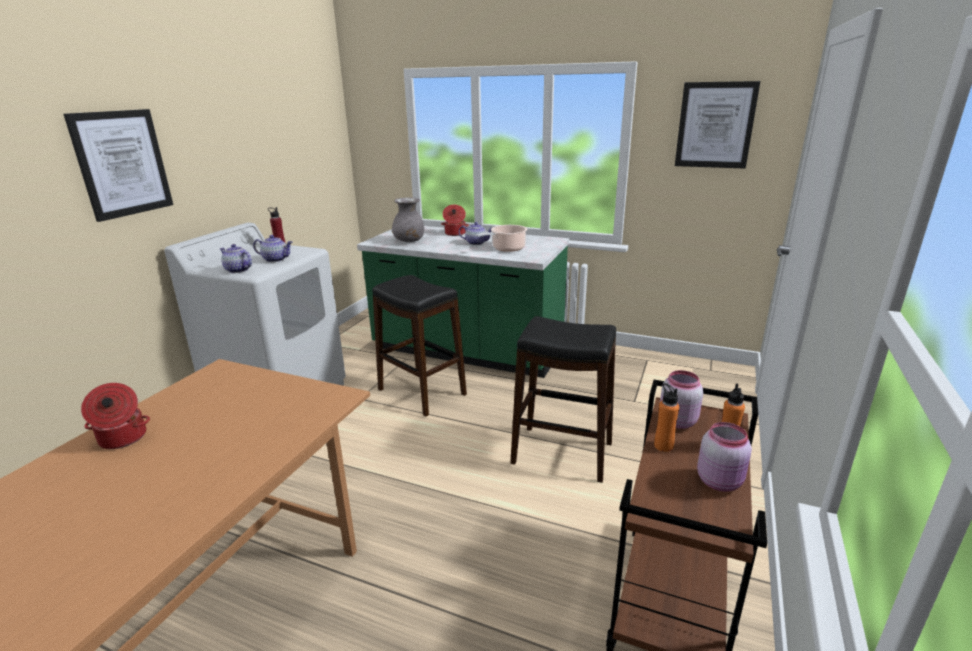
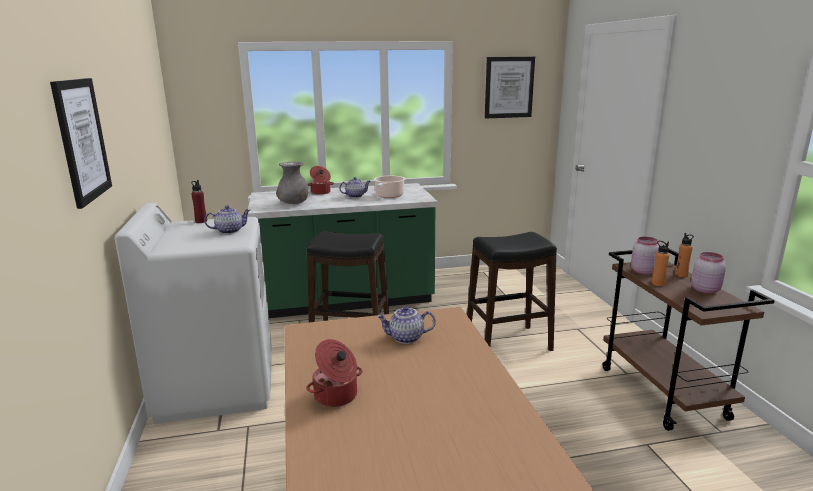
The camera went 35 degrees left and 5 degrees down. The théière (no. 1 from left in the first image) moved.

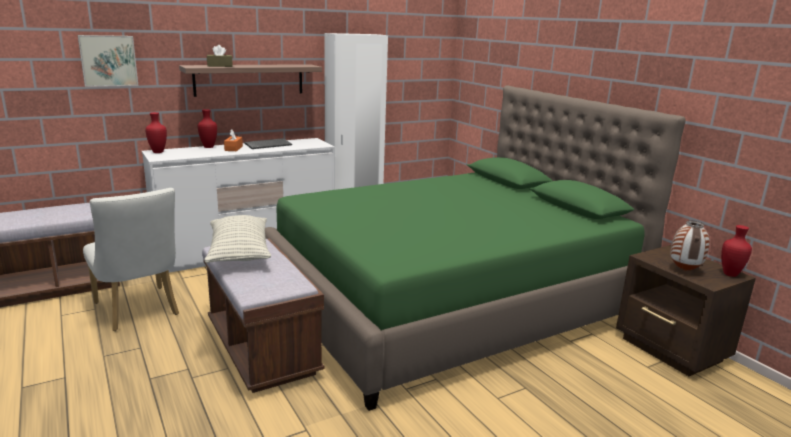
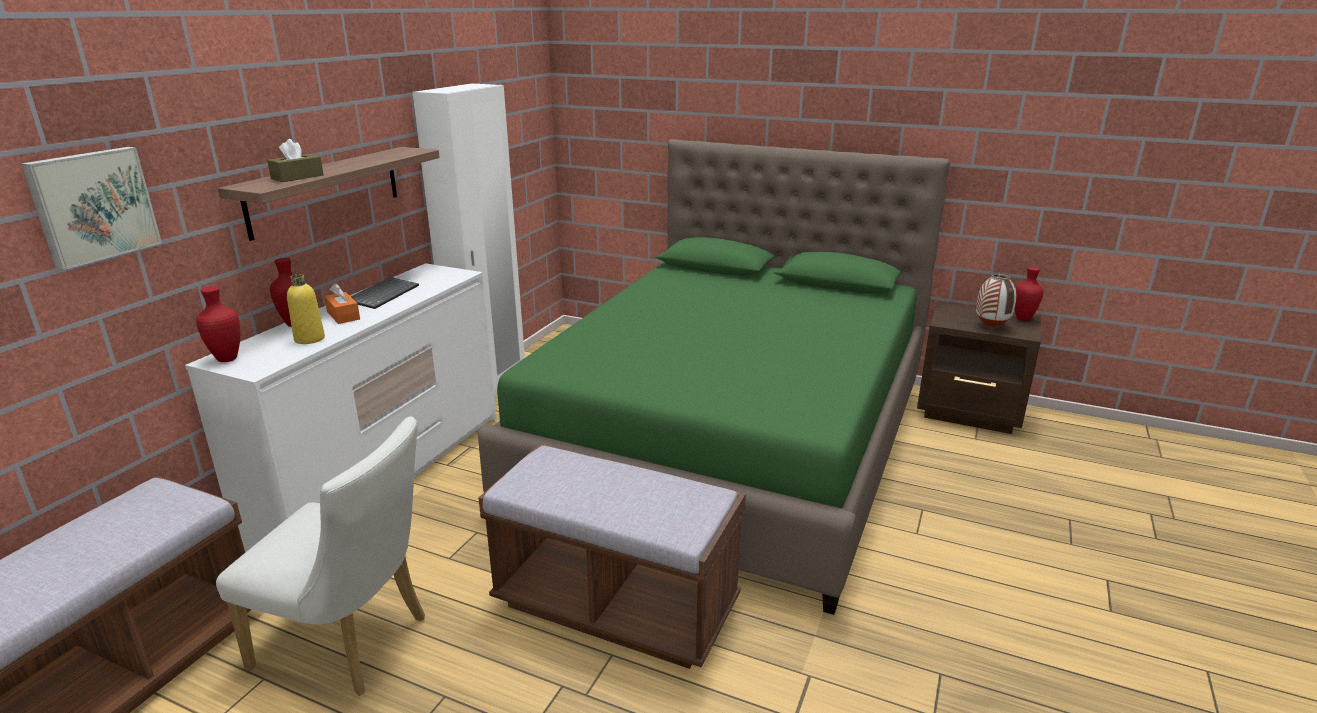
The camera went 35 degrees left and 5 degrees up. The coussin disappeared. The bouteille [jaune] appeared.

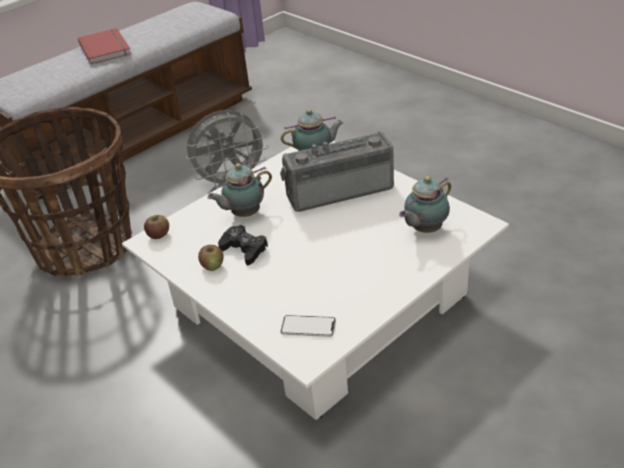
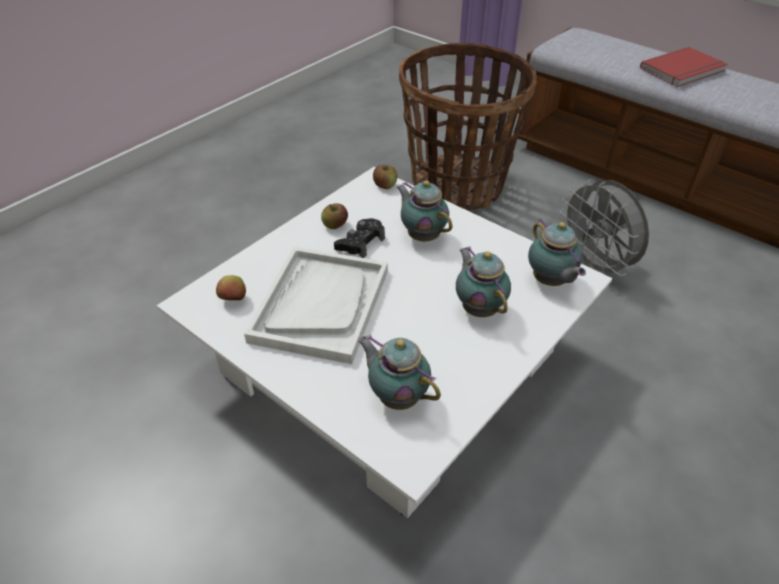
The camera went 80 degrees right and 5 degrees up. The plateau [blanc] appeared. The radio was replaced by the théière (no. 3 from left). The téléphone was replaced by the pomme (no. 1 from left).

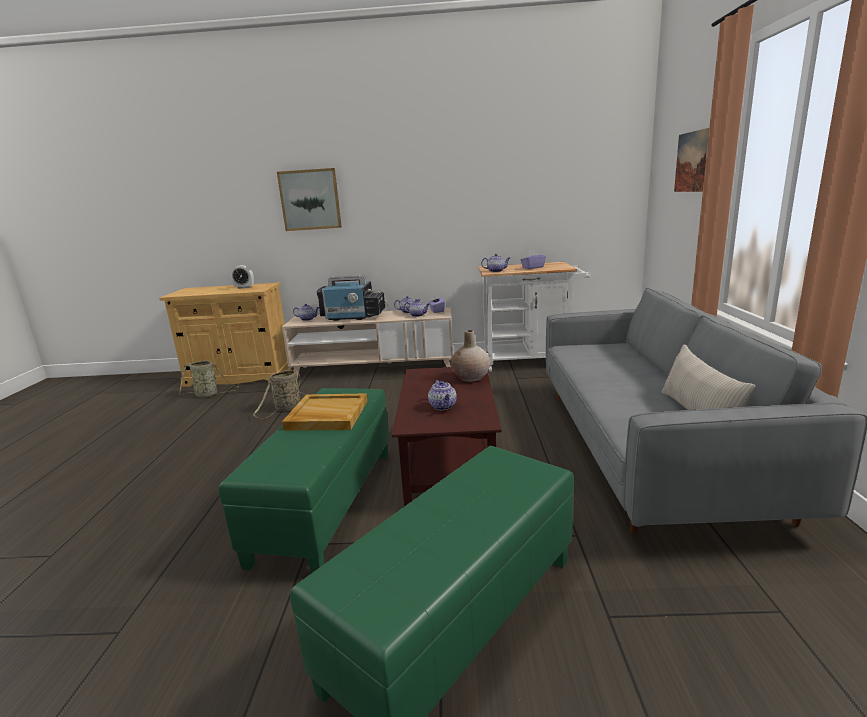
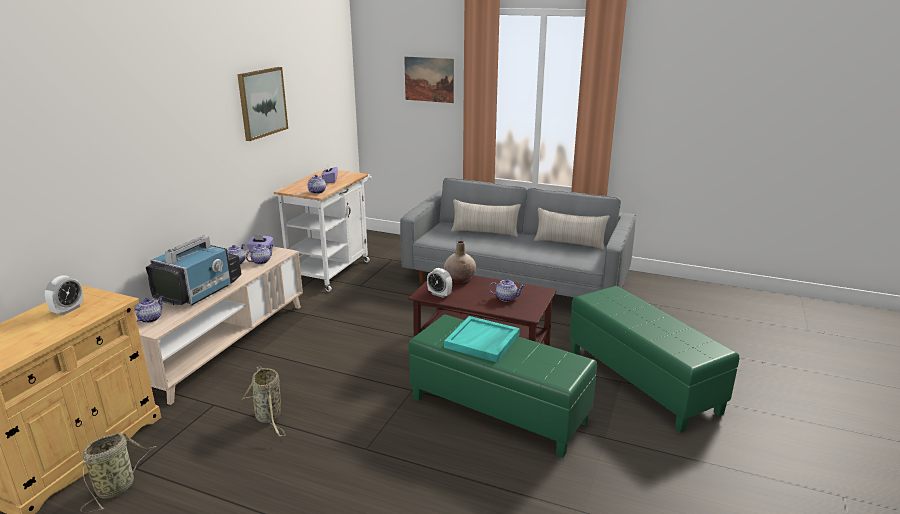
The camera went 70 degrees left and 5 degrees up. The réveil (no. 2 from left) appeared. The coussin [beige] (no. 1 from left) appeared. The tableau (no. 1 from left) moved. The plateau [beige] became the plateau [turquoise].

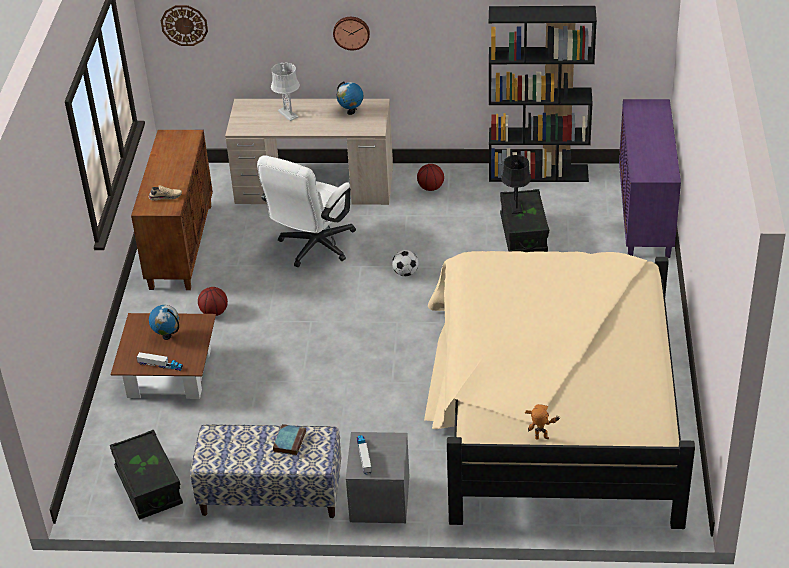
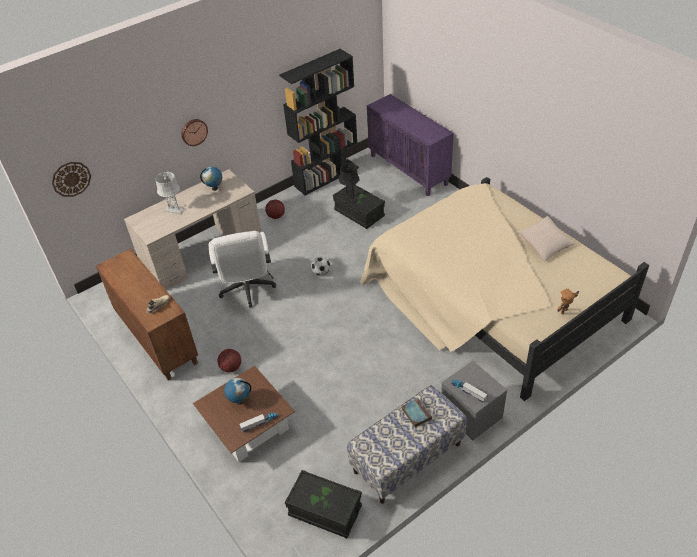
The camera went 40 degrees left and 5 degrees up. The coussin [beige] appeared.

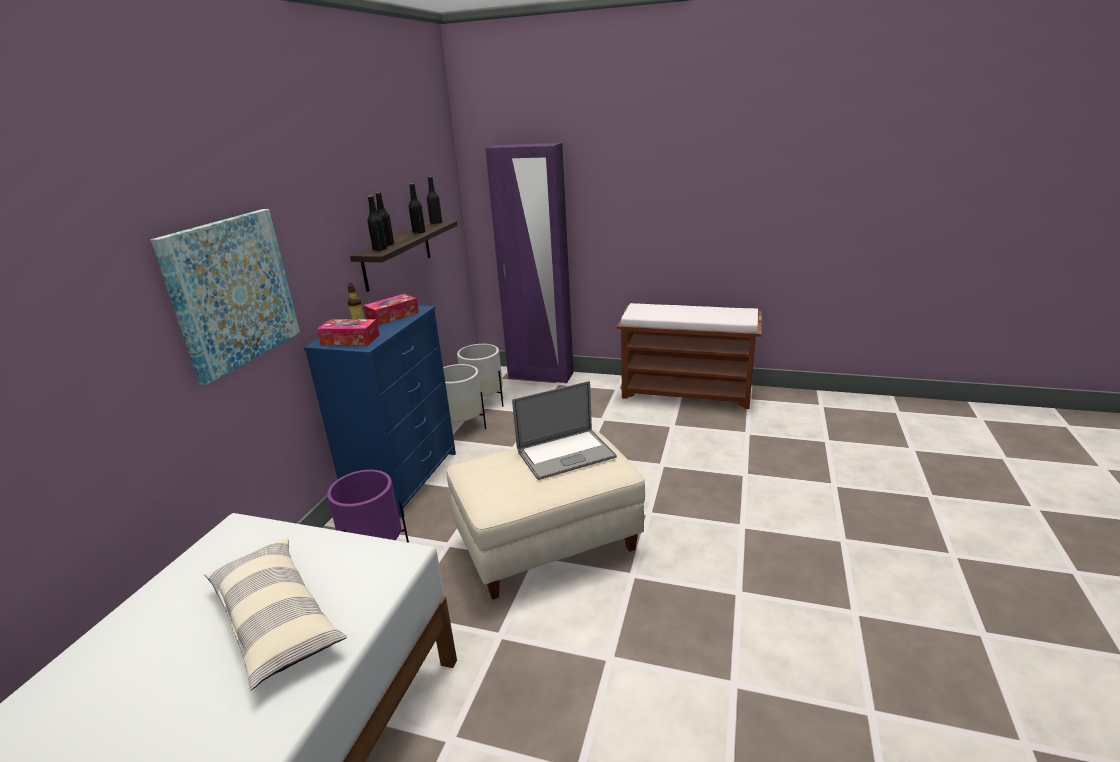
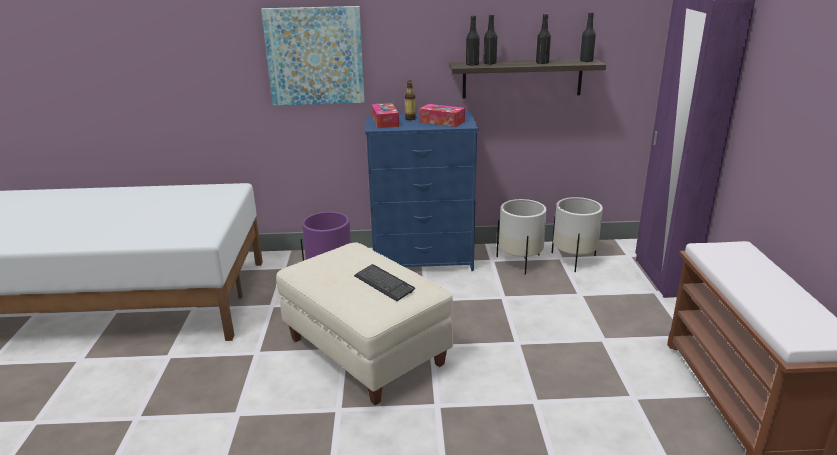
The camera went 70 degrees right and 0 degrees up. The coussin disappeared. The ordinateur portable was replaced by the clavier.

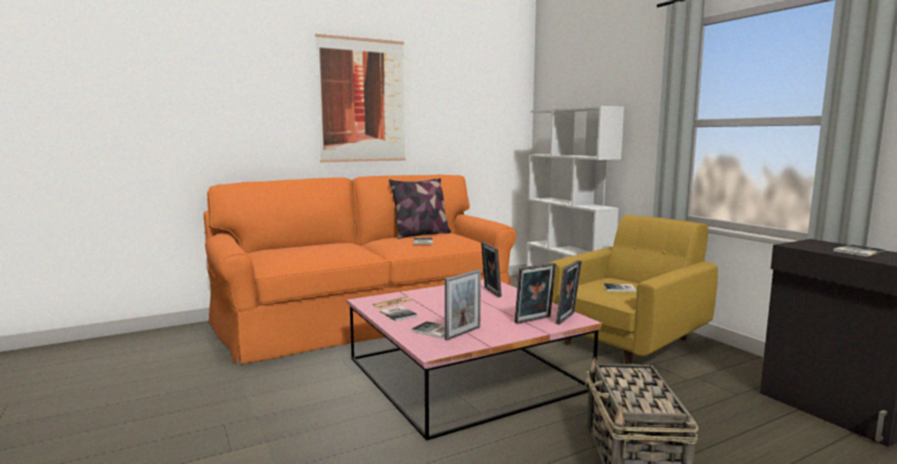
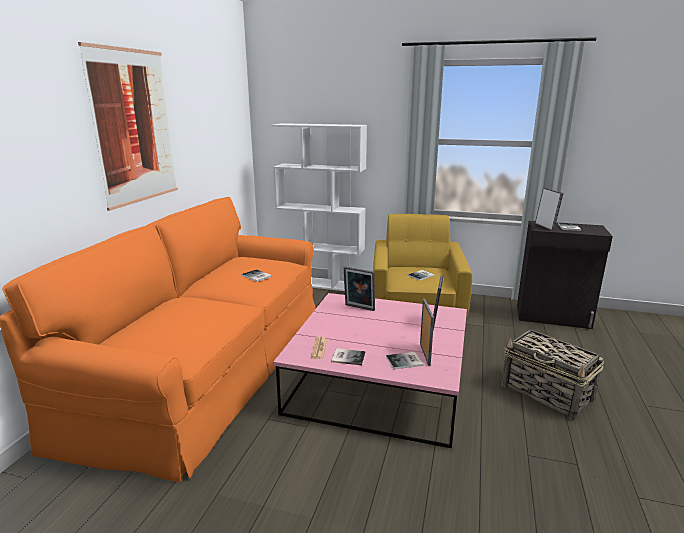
The camera went 45 degrees left and 10 degrees up. The coussin disappeared. The cadre photo (no. 4 from left) moved.

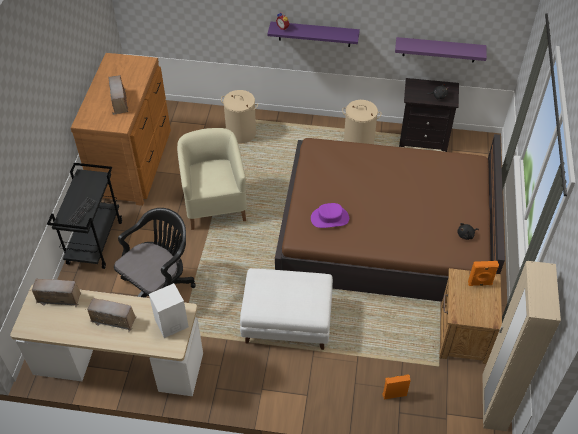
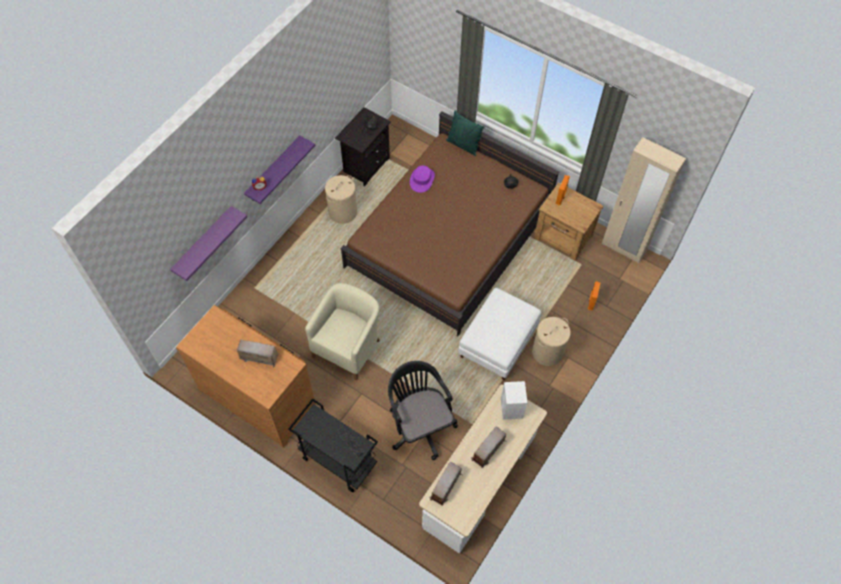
The camera went 65 degrees left and 10 degrees up. The coussin [vert] appeared. The panier à linge [beige] (no. 1 from left in the first image) moved. The chapeau [violet] moved. The étagère [violet] (no. 2 from left in the first image) moved. The fauteuil [beige] turned 105 degrees clockwise.

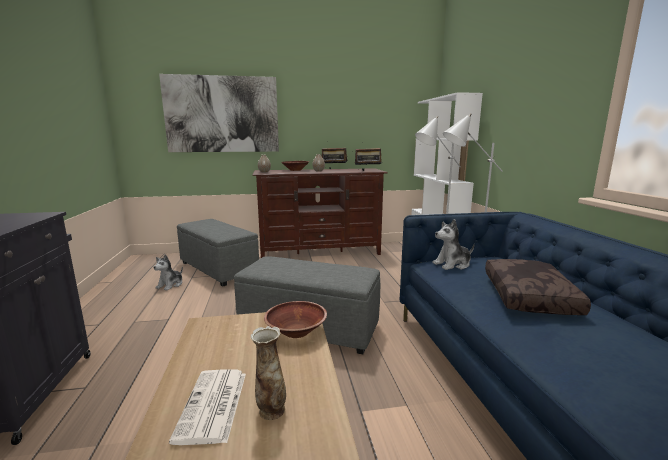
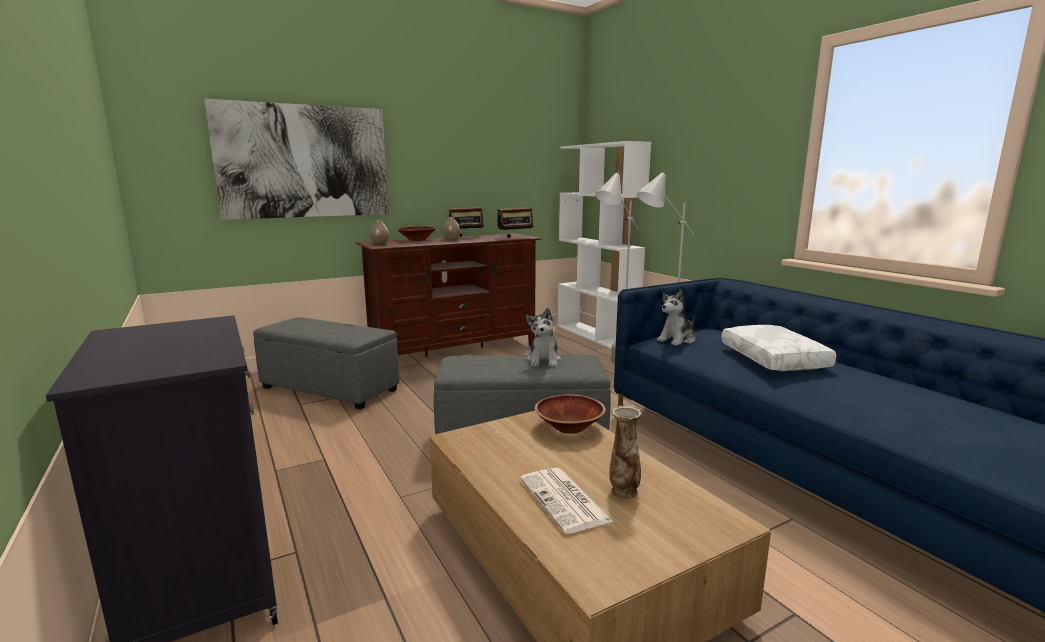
The camera went 20 degrees left and 0 degrees up. The peluche (no. 1 from left) moved. The coussin [marron] became the coussin [blanc].

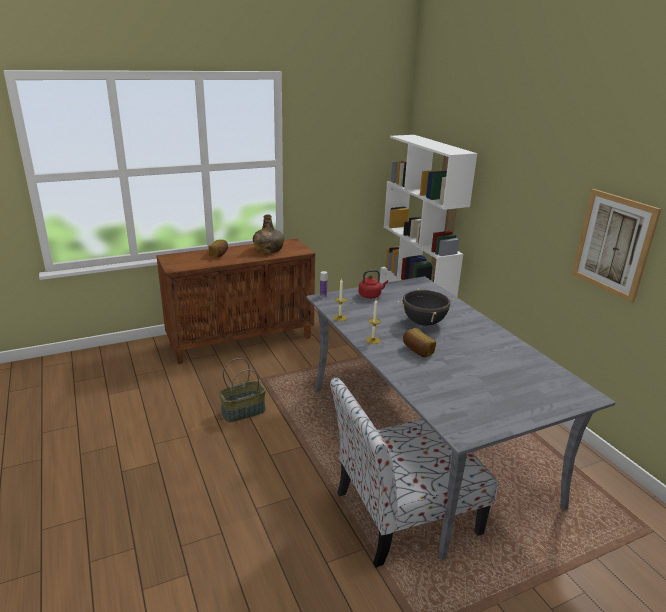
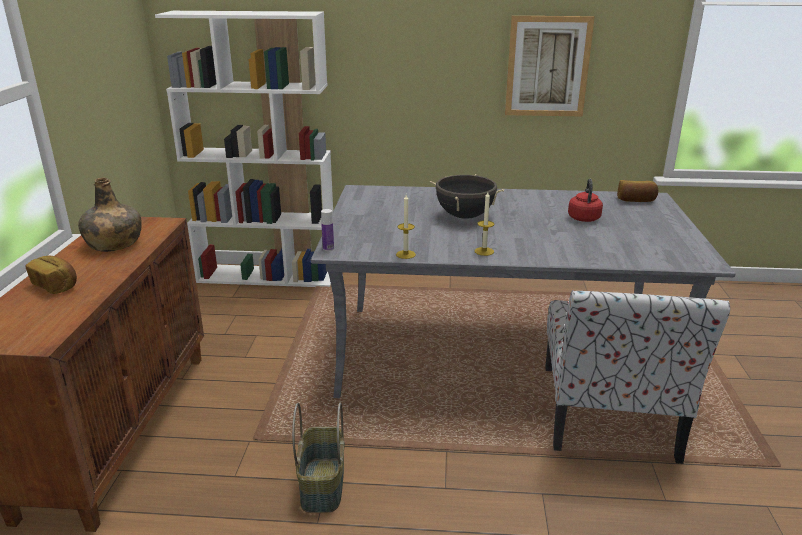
The camera went 60 degrees left and 0 degrees up. The bouilloire [rouge] moved. The pain (no. 2 from left) moved.

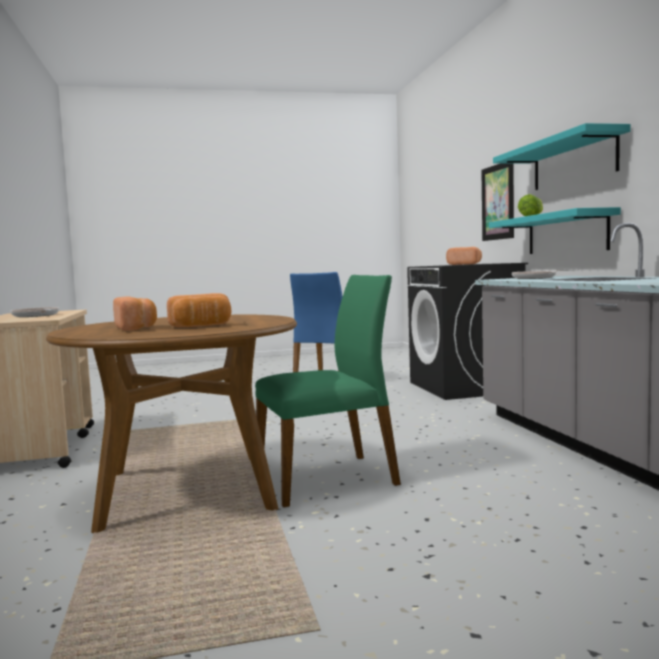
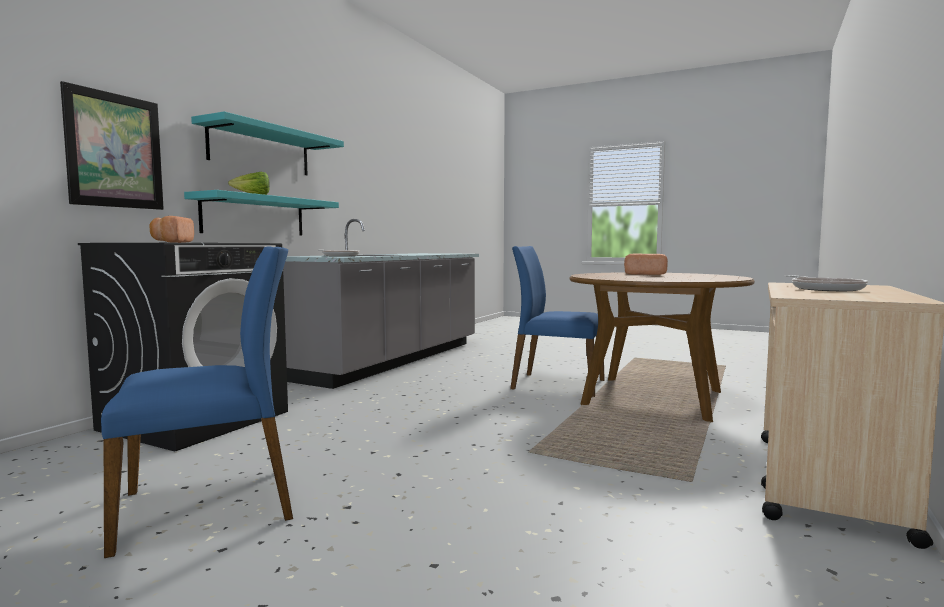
The camera went 140 degrees left and 0 degrees up. The pain (no. 1 from left) disappeared. The chaise [vert] became the chaise [bleu] (no. 2 from left).

